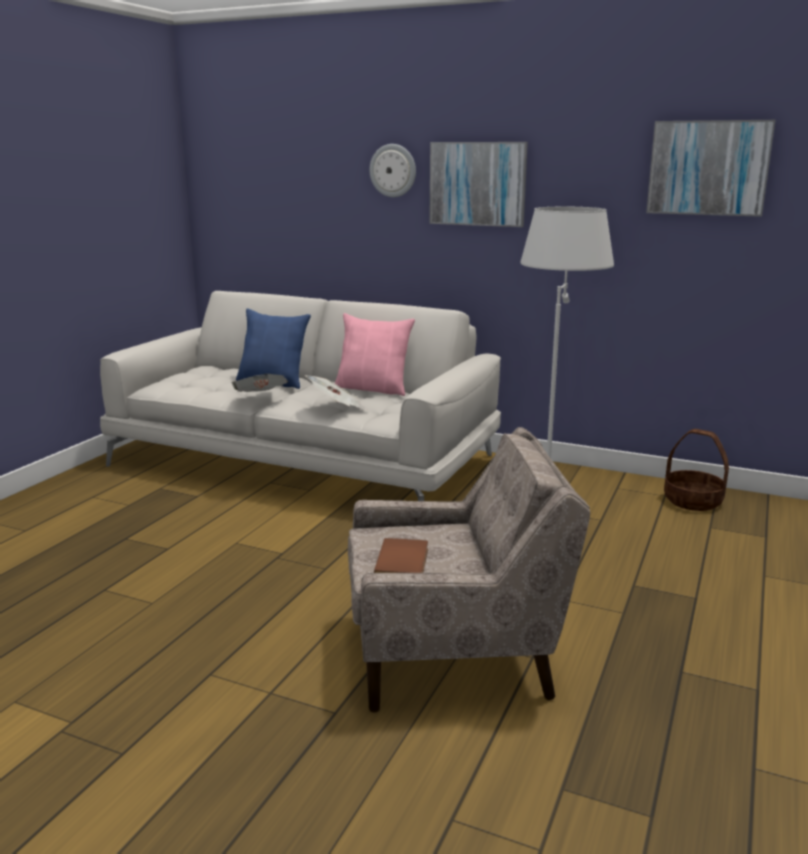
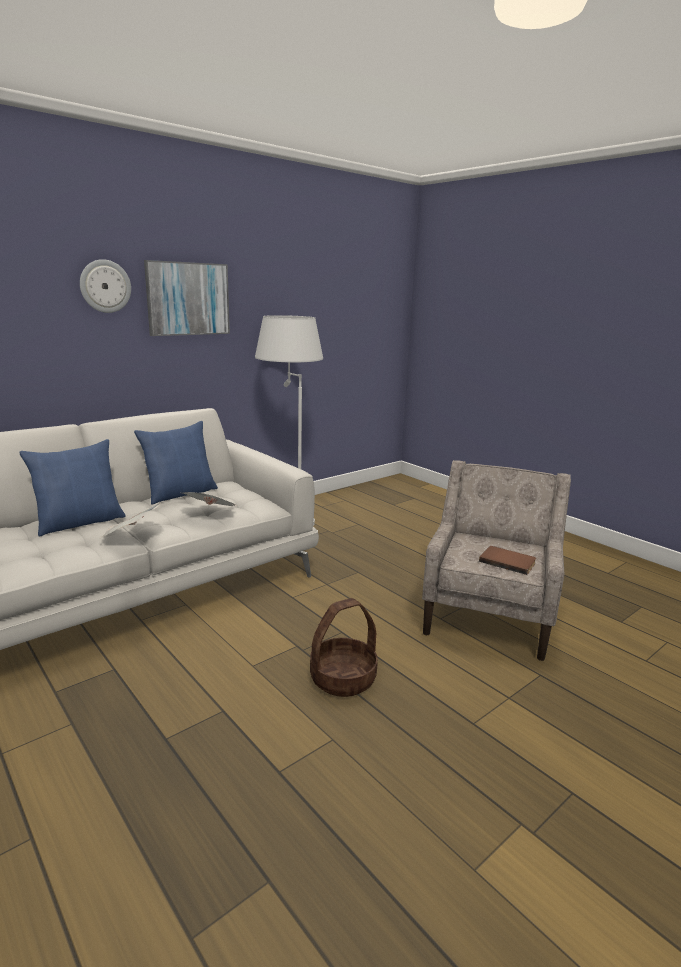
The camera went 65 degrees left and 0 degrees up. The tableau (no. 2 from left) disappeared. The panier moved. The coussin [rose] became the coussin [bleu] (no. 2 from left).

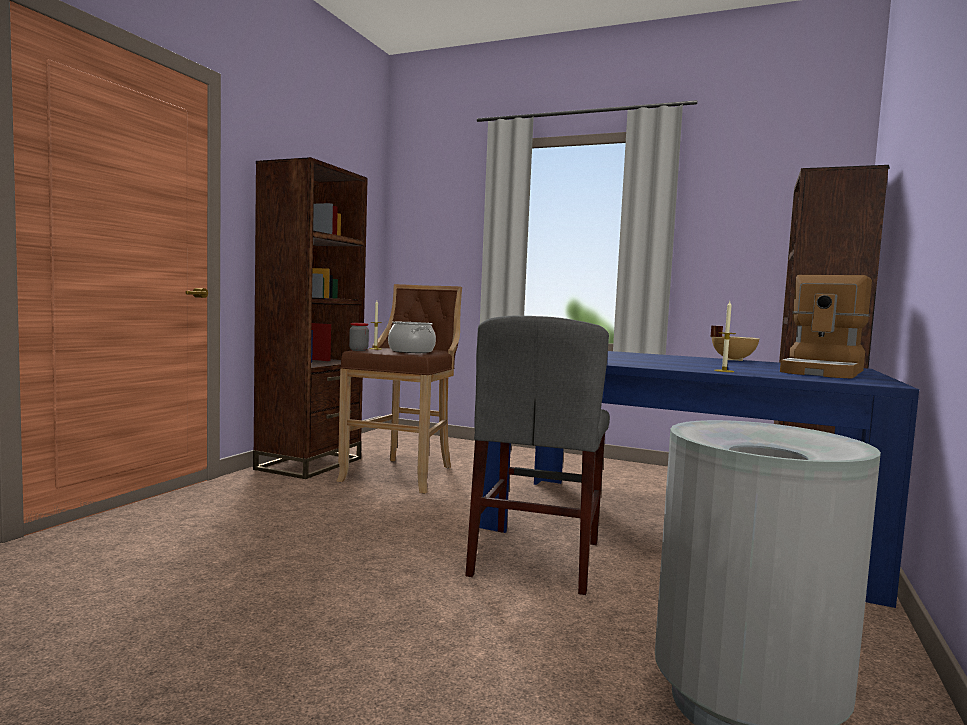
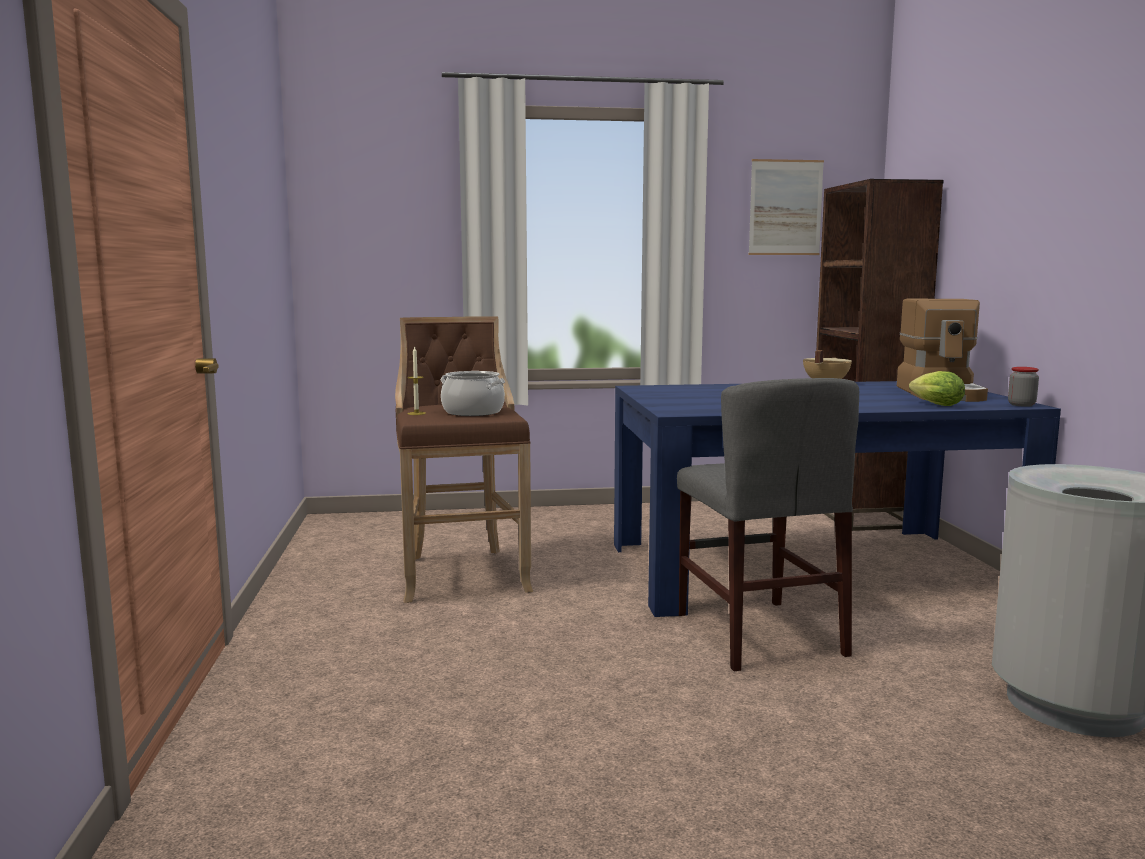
The camera went 30 degrees left and 5 degrees up. The bibliothèque [marron] (no. 1 from left) disappeared. The bougie (no. 2 from left) disappeared. The tableau appeared. The laitue appeared. The bocal moved.

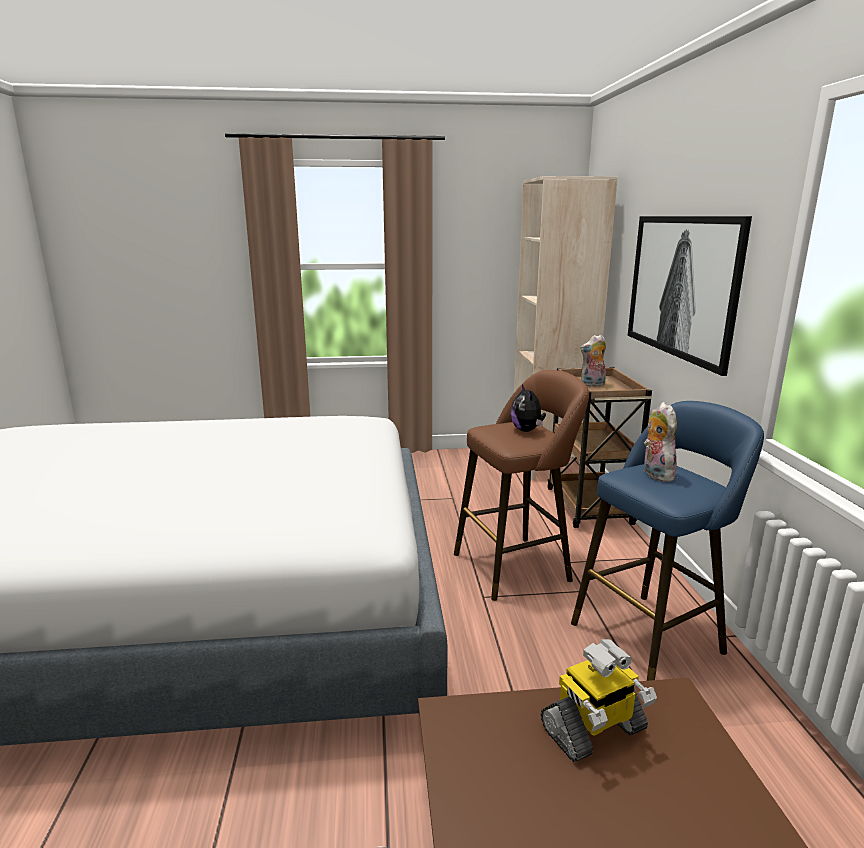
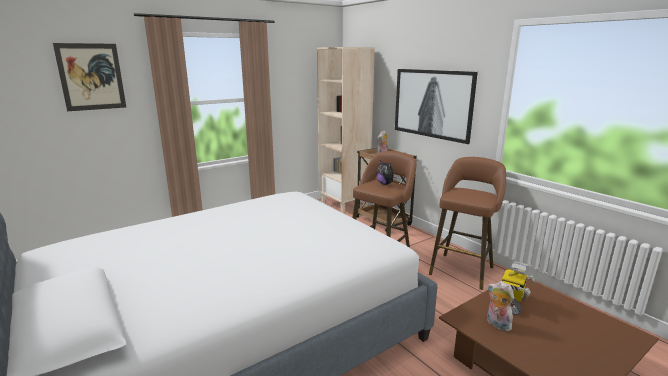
The camera went 30 degrees left and 0 degrees up. The tableau (no. 1 from left) appeared. The peluche (no. 3 from left) moved. The tabouret [bleu] became the tabouret [marron] (no. 2 from left).

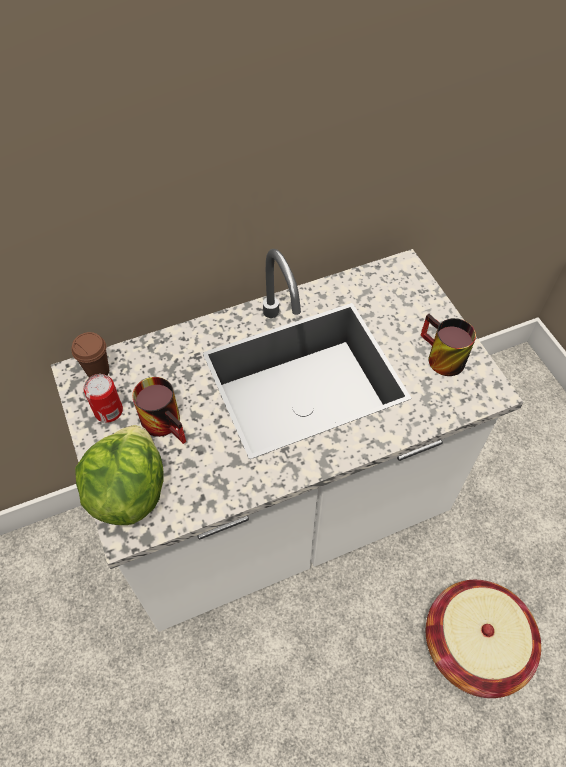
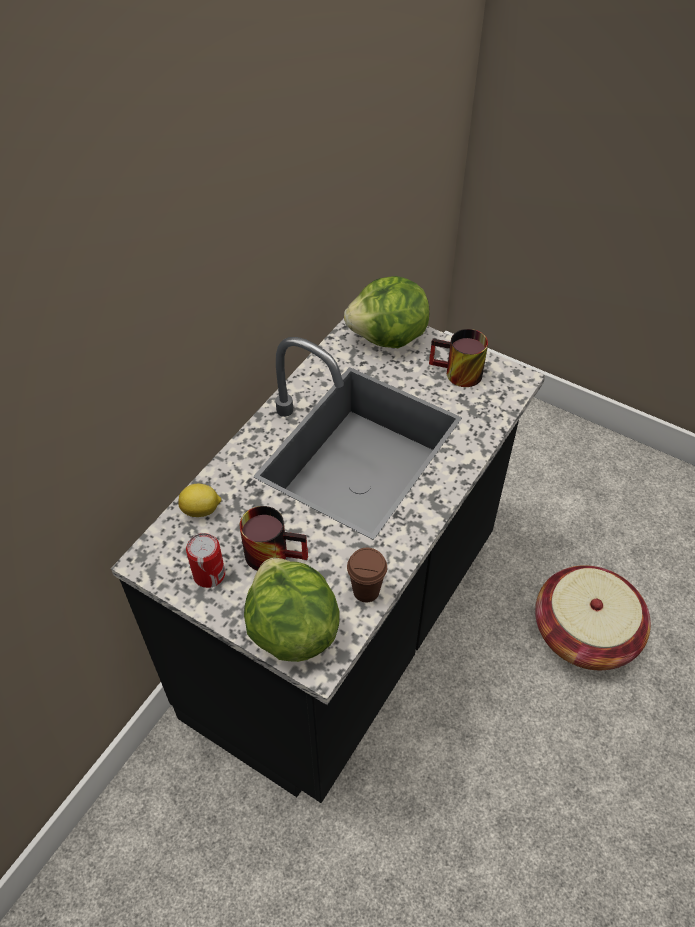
The camera went 35 degrees left and 5 degrees down. The citron appeared. The laitue (no. 2 from left) appeared. The tasse [marron] moved. The comptoir de cuisine [blanc] became the comptoir de cuisine [noir].

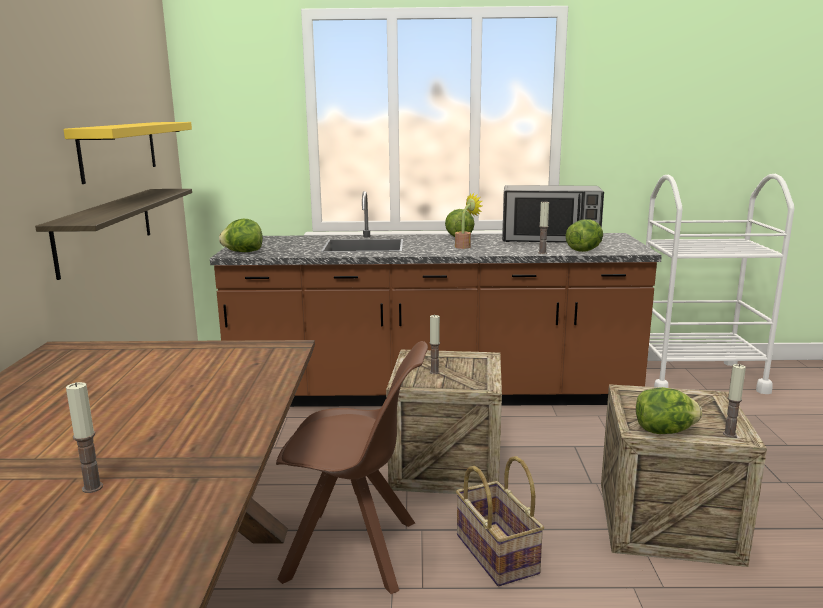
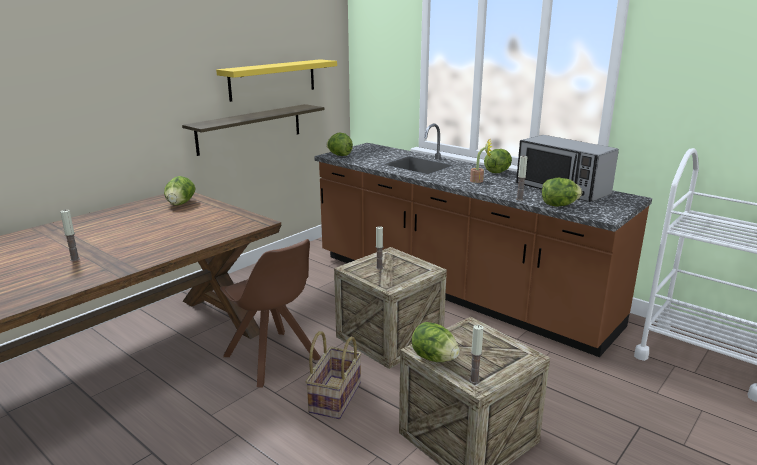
The camera went 40 degrees right and 5 degrees up. The laitue (no. 1 from left) appeared.

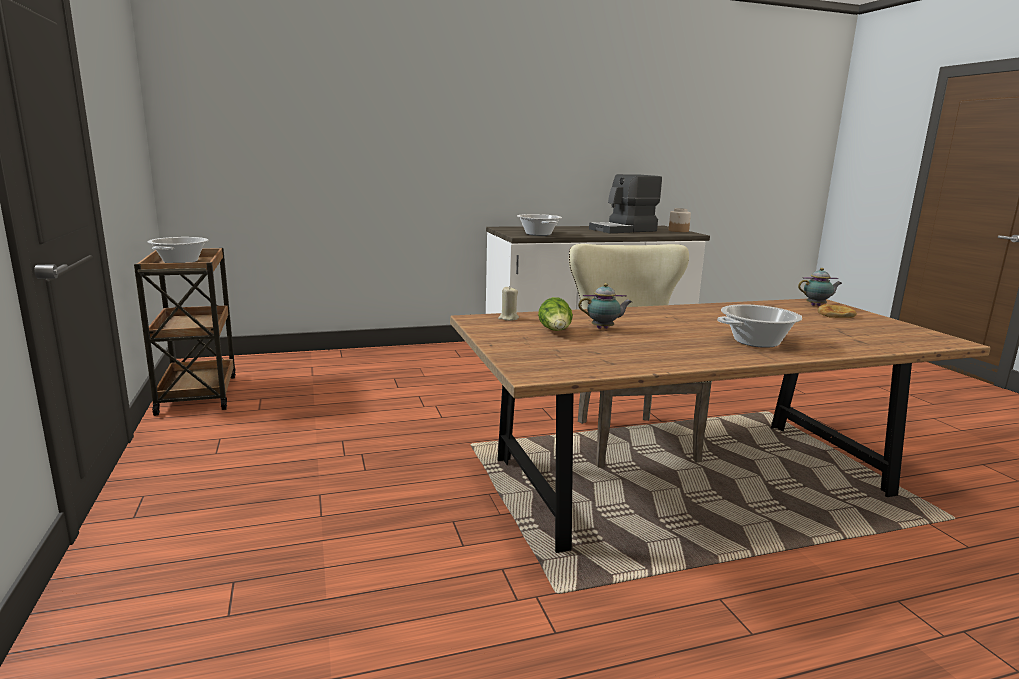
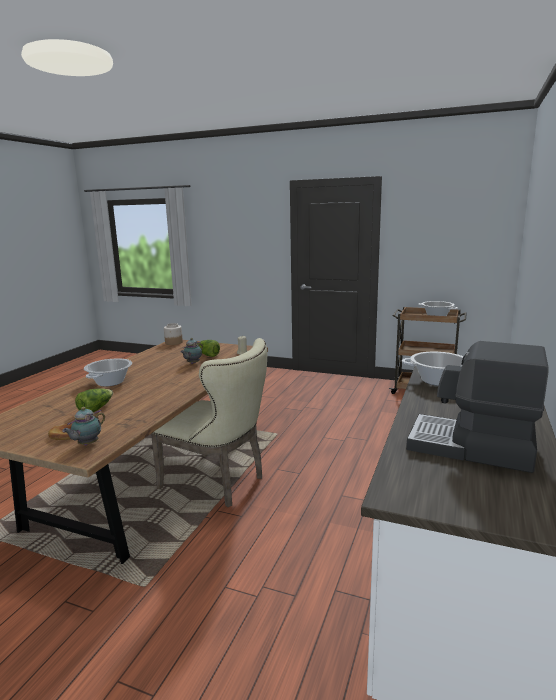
The camera went 130 degrees right and 0 degrees up. The laitue (no. 1 from left) appeared. The bocal moved. The machine à café turned 75 degrees counterclockwise.

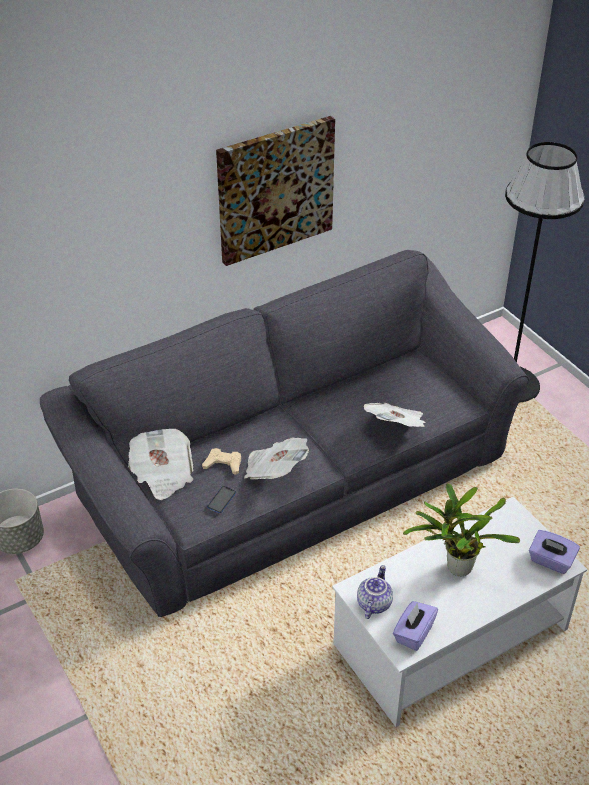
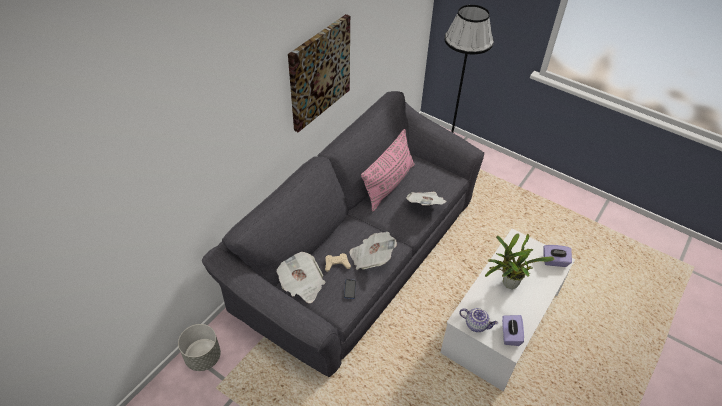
The camera went 25 degrees left and 5 degrees up. The coussin [rose] appeared. The théière turned 120 degrees clockwise.

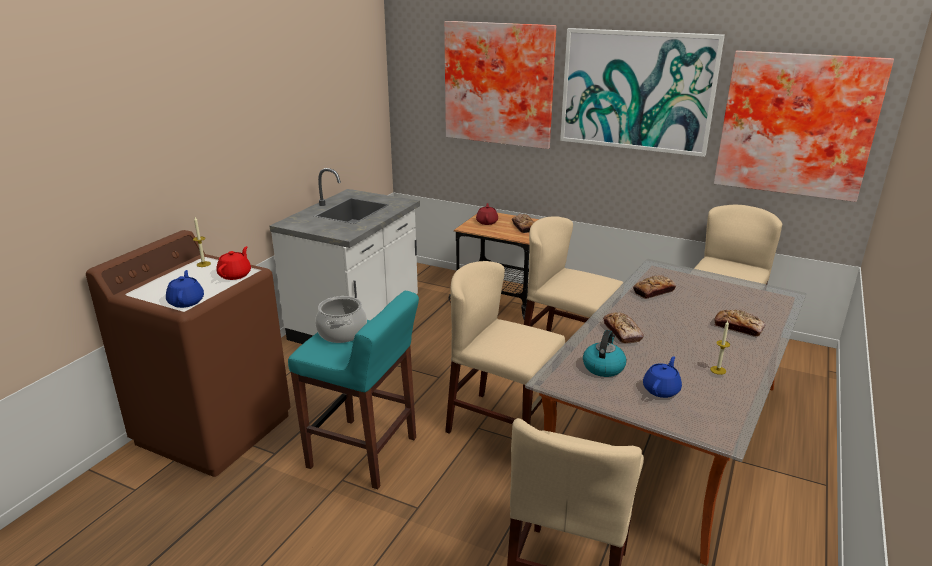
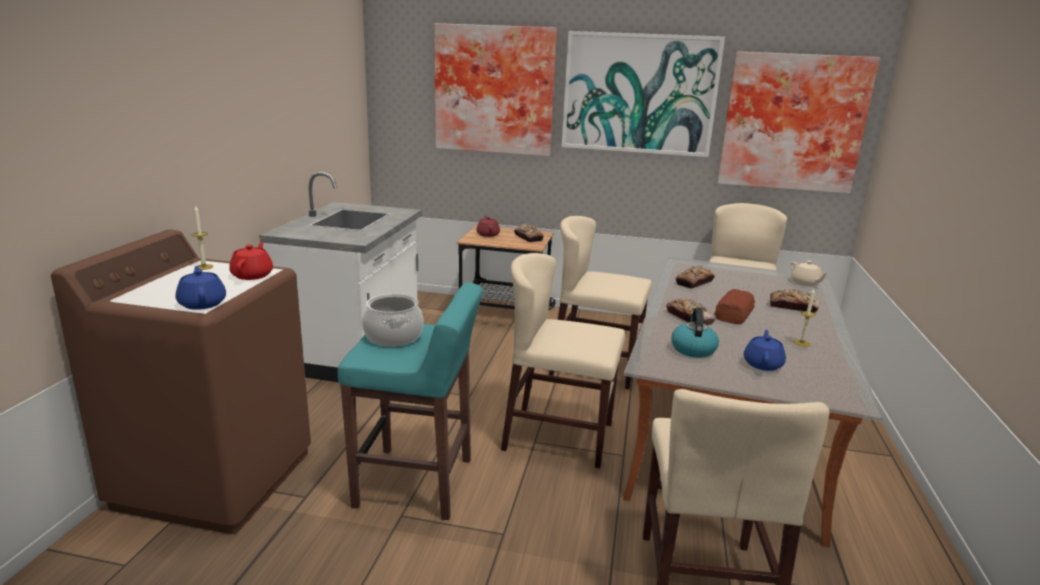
The camera went 15 degrees left and 5 degrees down. The pain (no. 4 from left) appeared. The théière [beige] appeared.

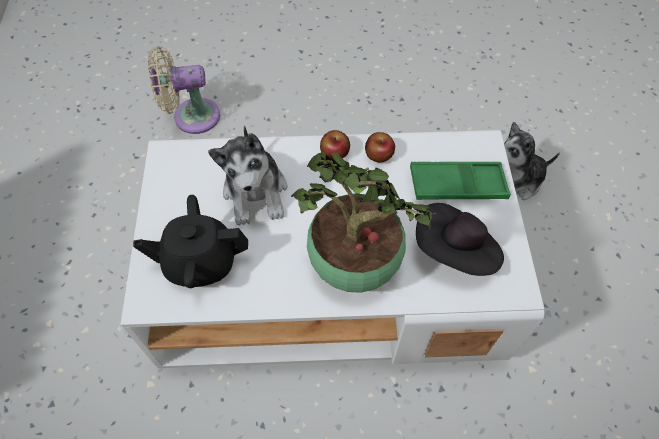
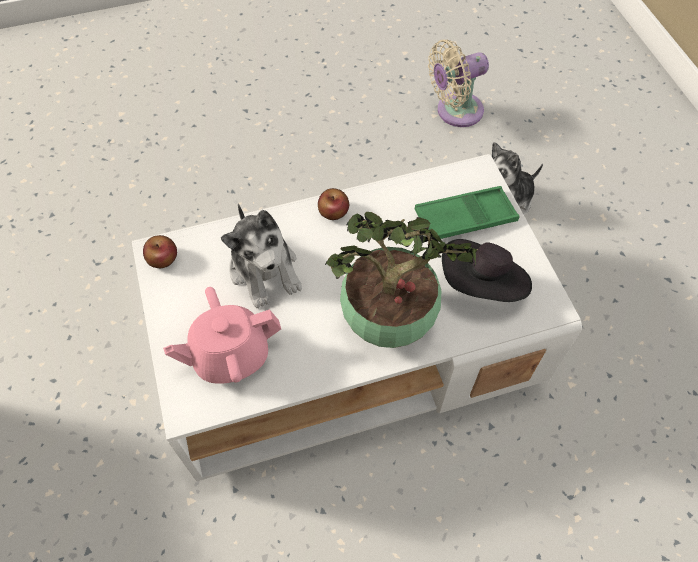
The camera went 15 degrees left and 0 degrees up. The ventilateur [beige] moved. The pomme (no. 2 from left in the first image) moved. The théière [noir] became the théière [rose].

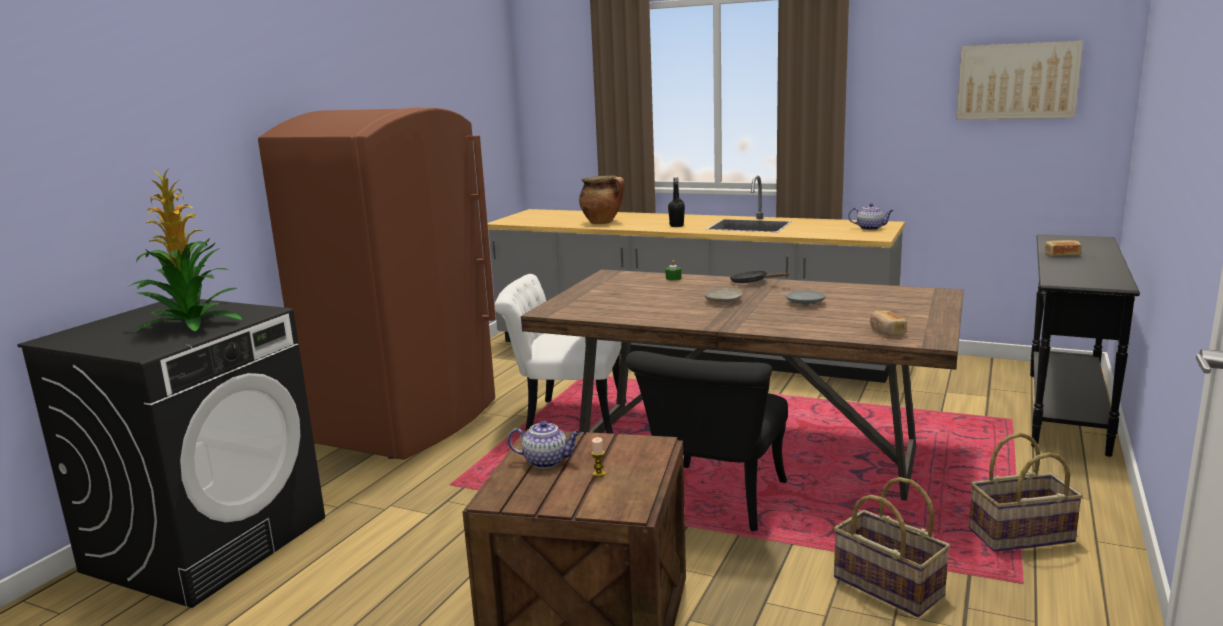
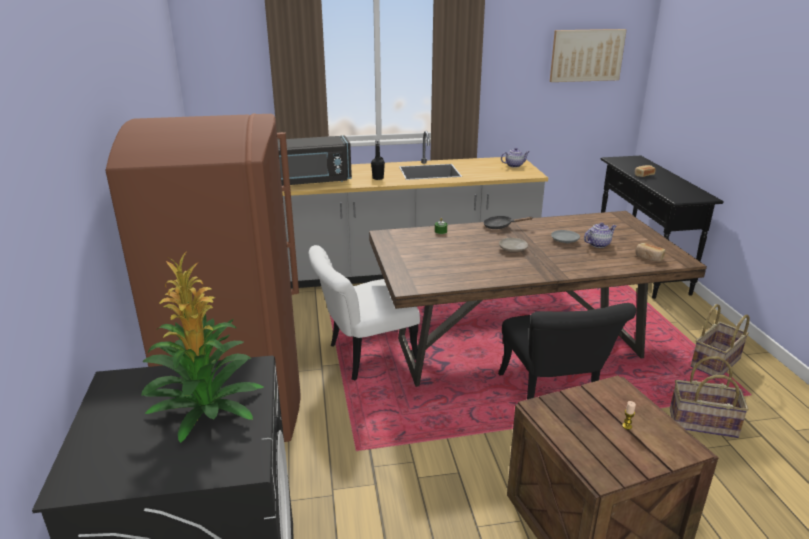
The camera went 35 degrees left and 10 degrees up. The théière (no. 1 from left in the first image) moved. The marmite was replaced by the micro-ondes [noir].

